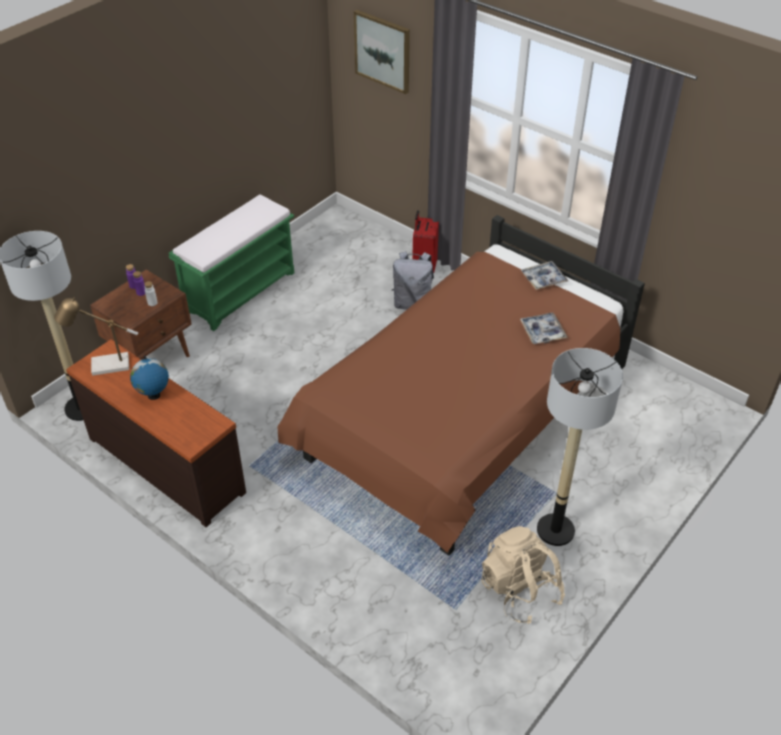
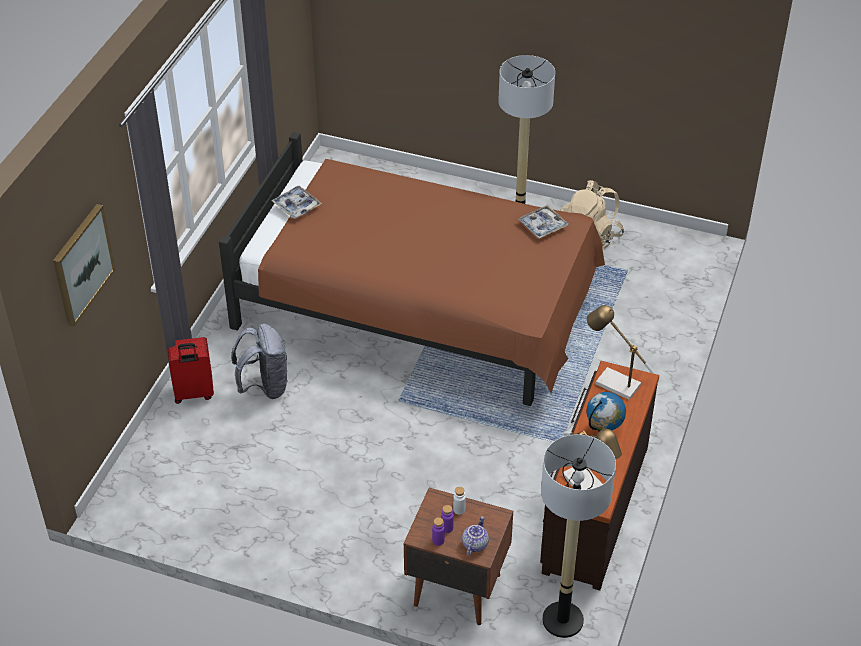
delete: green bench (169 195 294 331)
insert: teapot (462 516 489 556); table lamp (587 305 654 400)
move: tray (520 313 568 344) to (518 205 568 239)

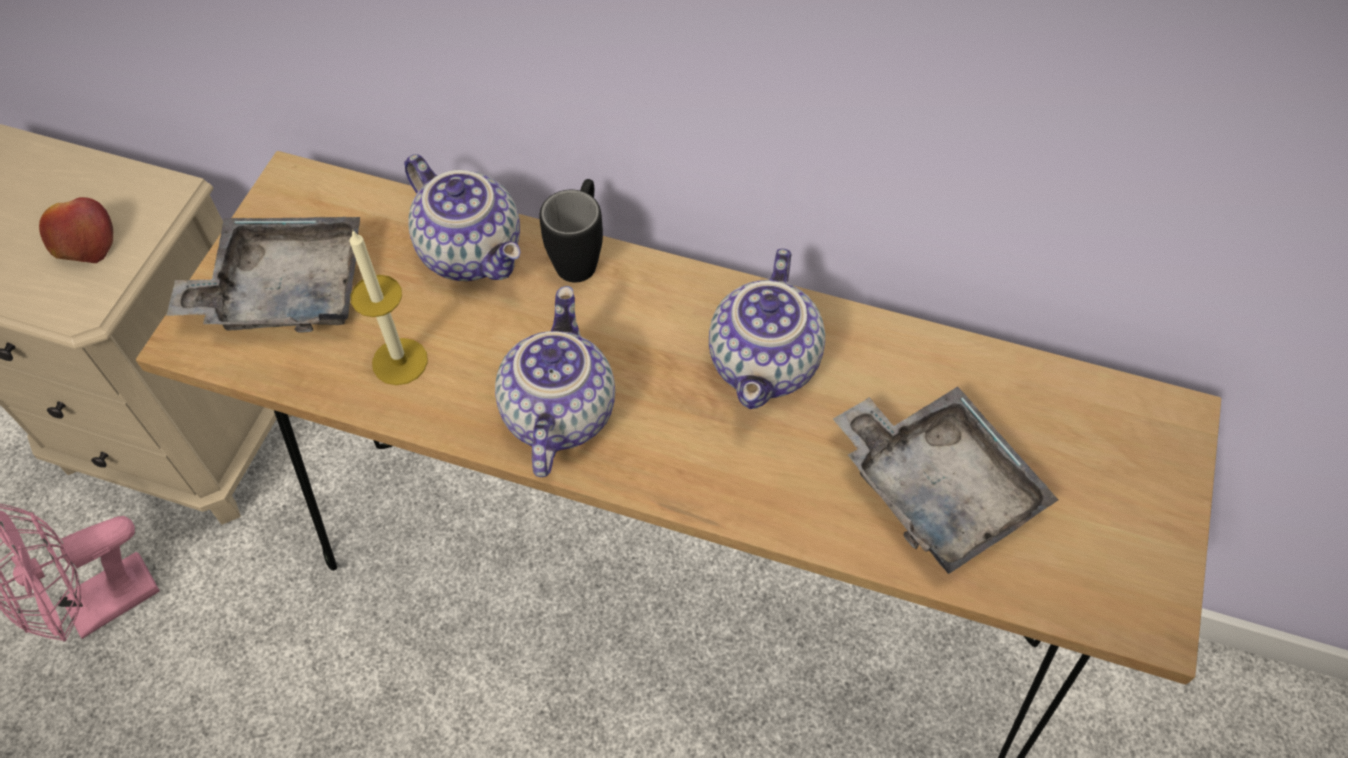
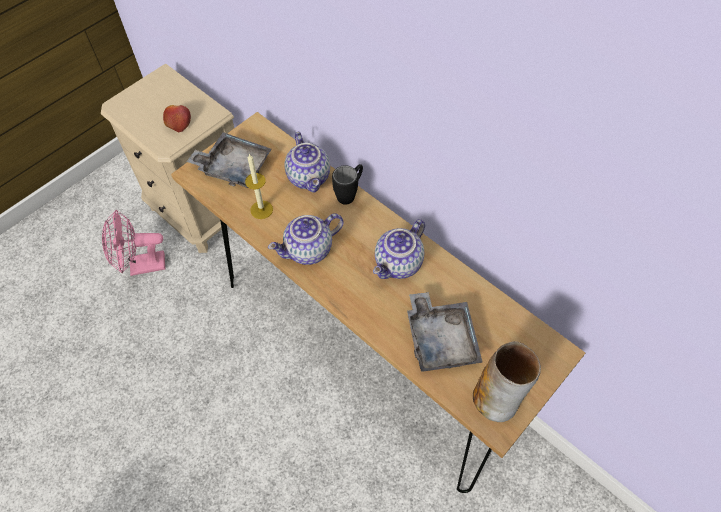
insert: vase (473 341 541 422)
rotate: teapot (495 286 615 477) = (268 213 344 265) 150 degrees counterclockwise

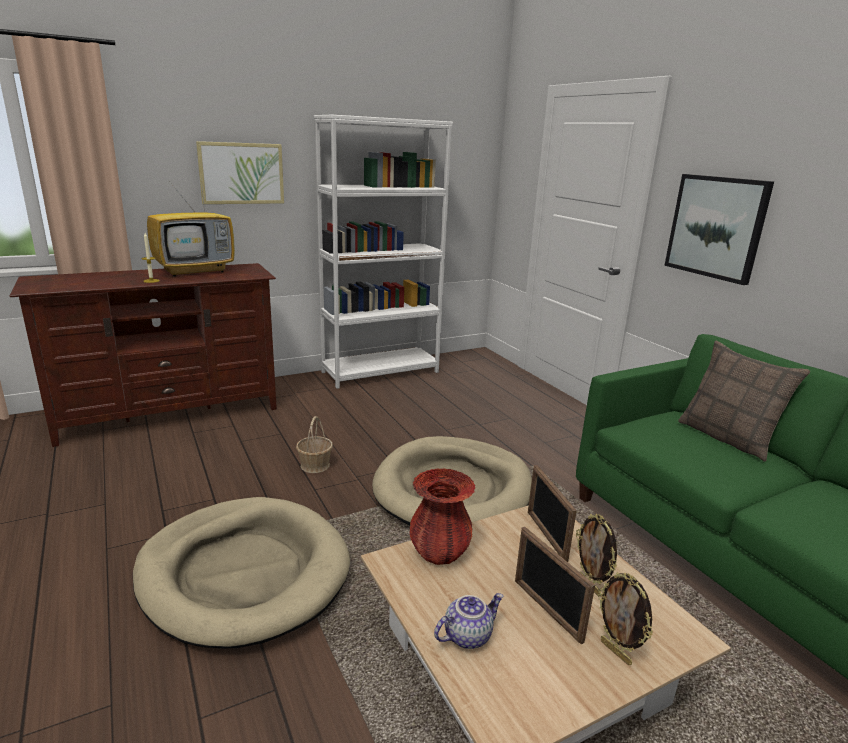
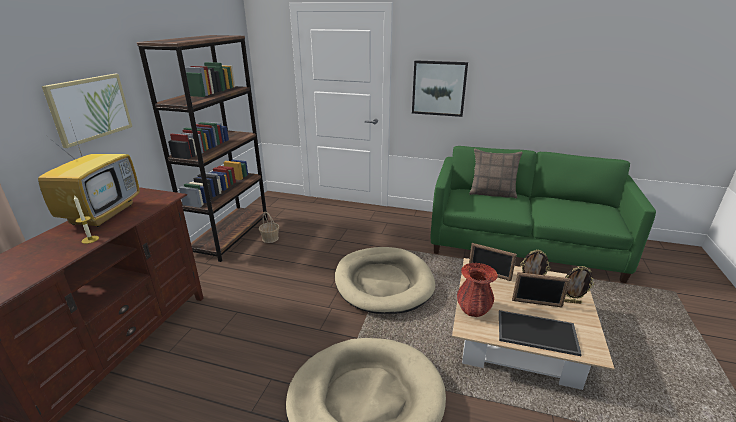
move: basket (296 416 333 473) to (259 212 279 243)
replace: teapot (434 593 504 649) to tray (499 310 582 356)
recolor: white bookcase (314 115 453 389) to brown bookcase (137 35 268 262)

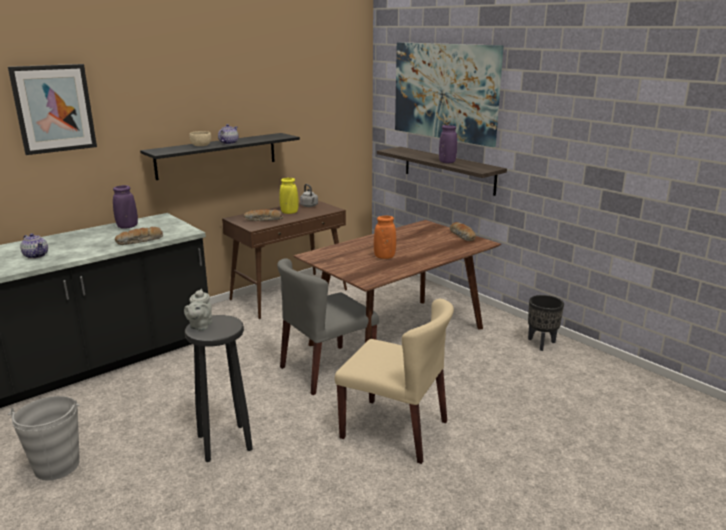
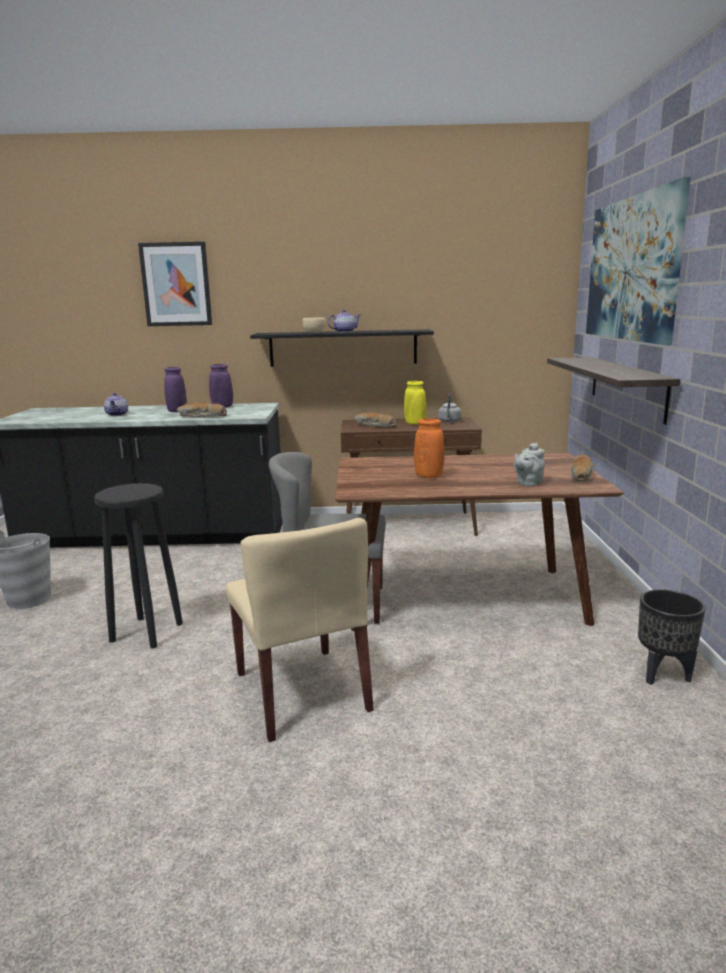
move: purple vase (439 125 457 163) to (164 367 187 412); grey teapot (184 289 212 331) to (514 443 545 487)

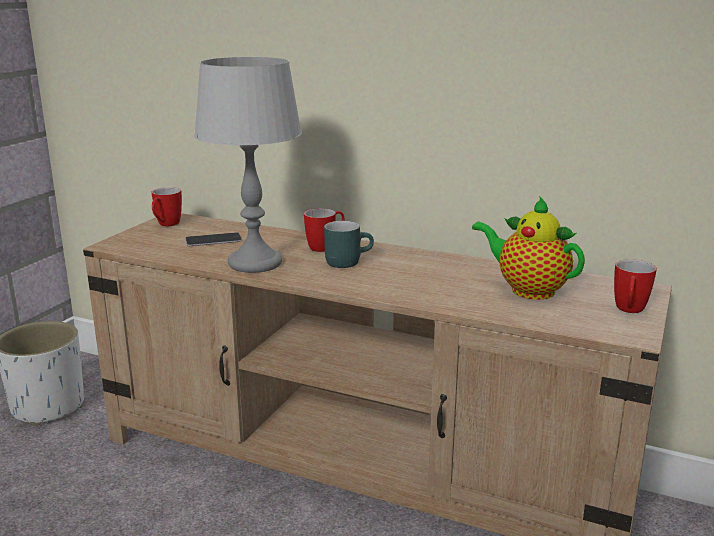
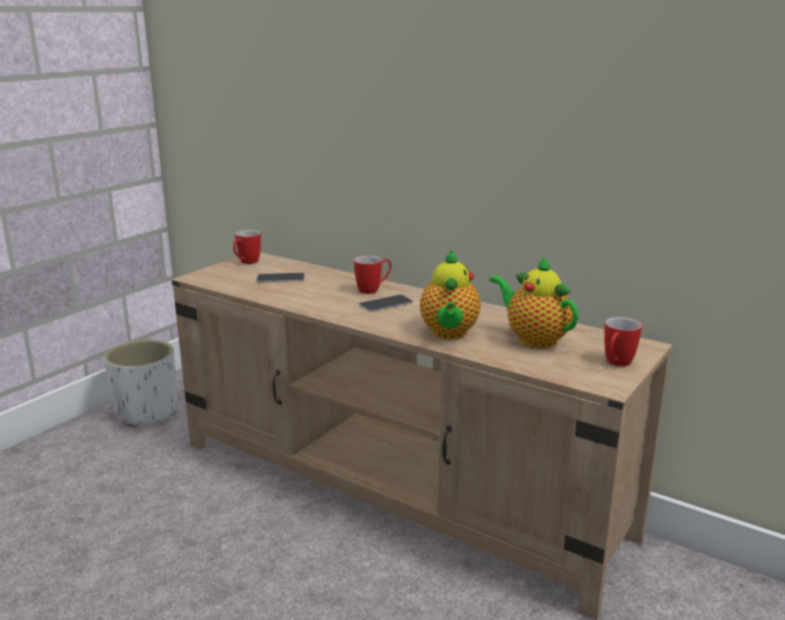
delete: grey table lamp (194 57 302 273)
insert: teapot (420 250 481 339)
replace: turquoise mug (324 221 374 268) to phone (359 294 414 312)

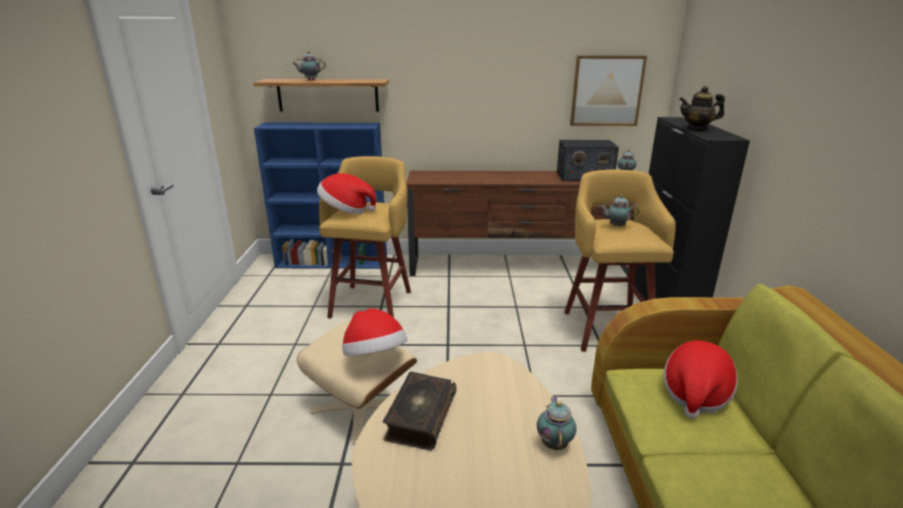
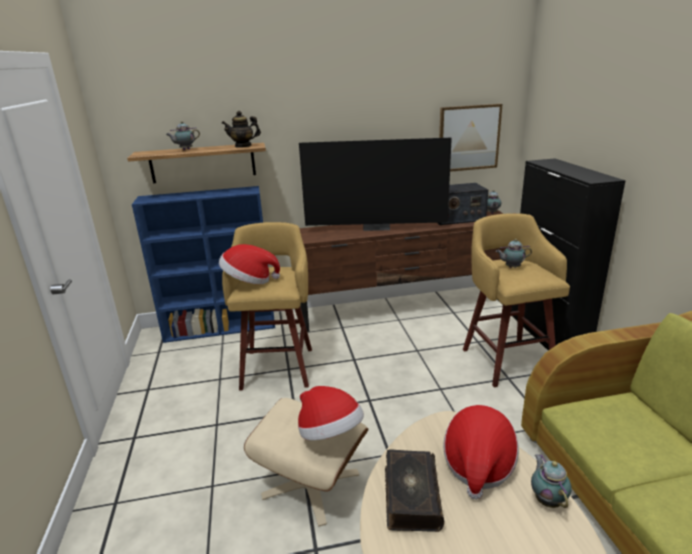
insert: television (299 138 452 231)
move: teapot (679 86 725 132) to (222 111 261 148); hat (664 340 738 419) to (443 405 519 500)

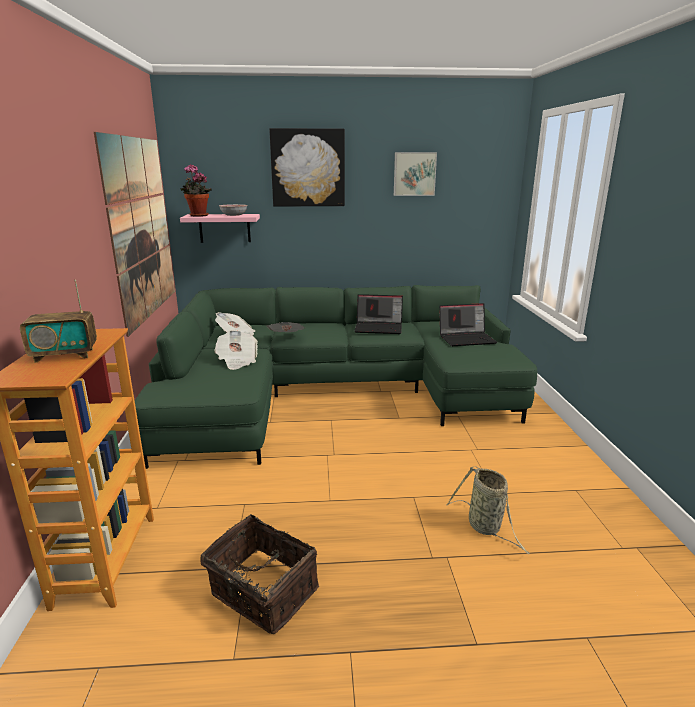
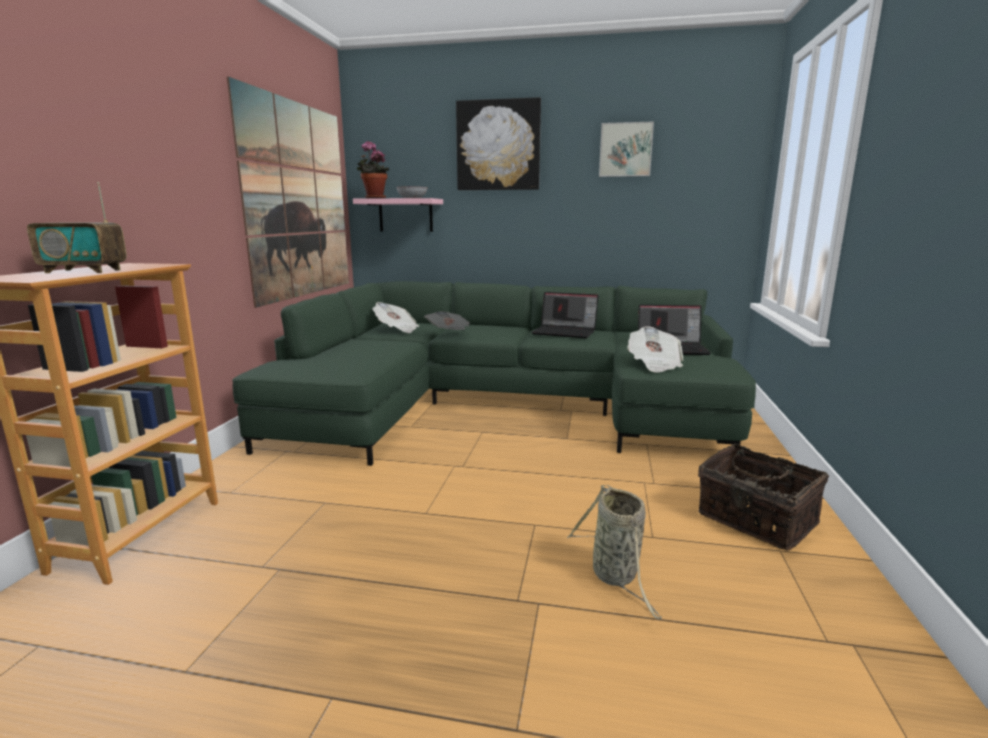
move: newspaper (214 330 258 370) to (627 326 683 373); basket (200 514 319 634) to (698 444 829 551)

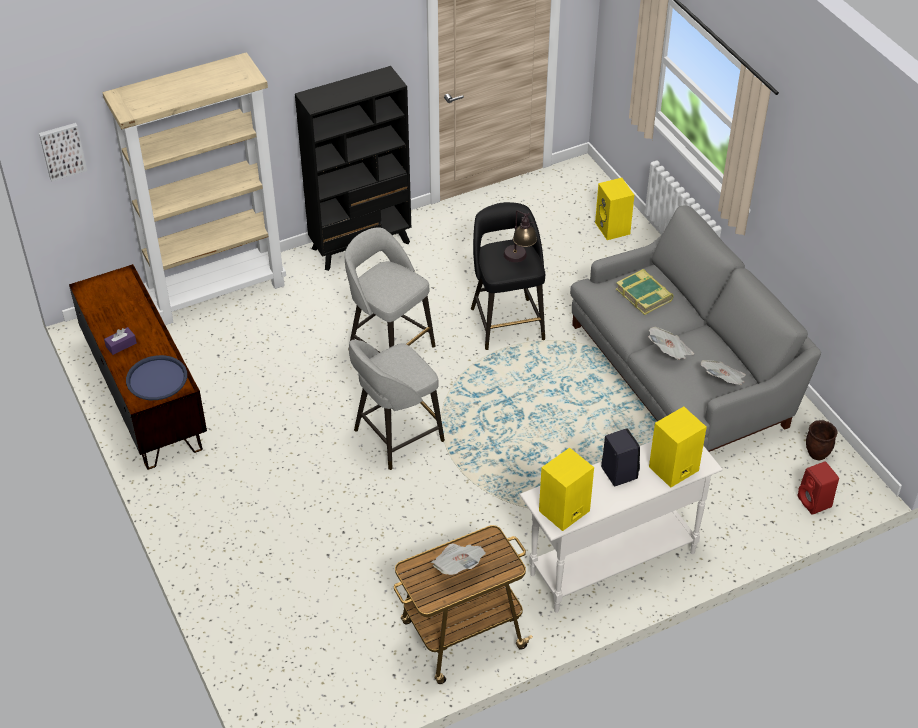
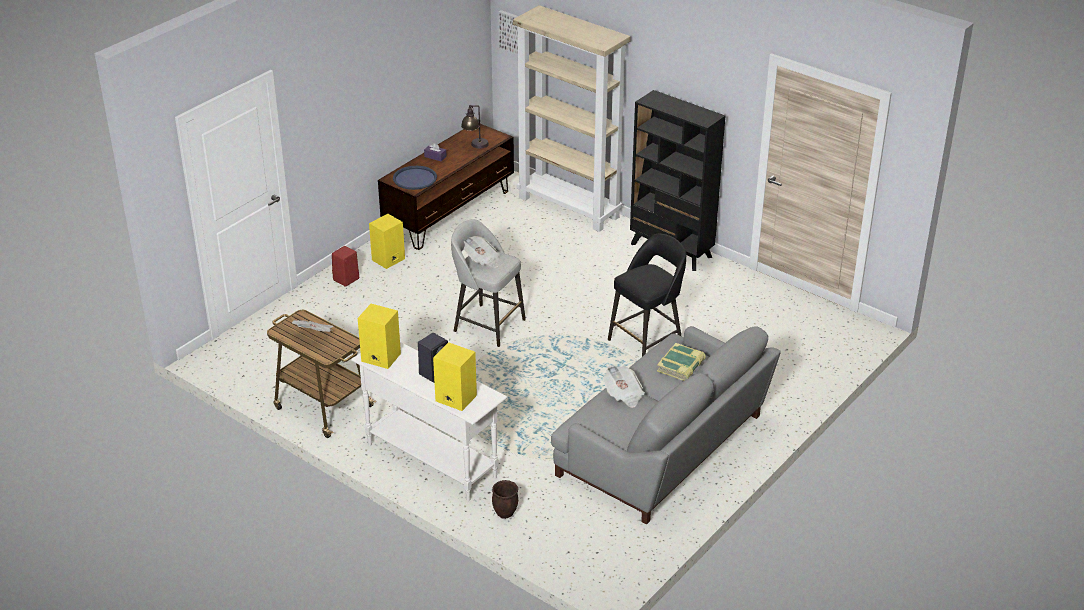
delete: grey stool (344 227 436 353)
move: red speaker (798 461 839 515) to (332 246 359 287); yellow speaker (595 178 634 240) to (369 214 405 269); table lamp (503 210 537 262) to (461 105 489 149); newspaper (701 360 746 385) to (464 236 500 268); brown planter (806 420 838 460) to (492 480 518 519)

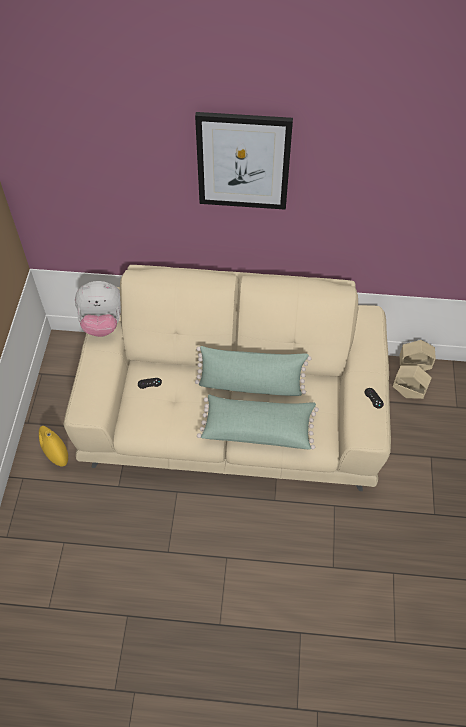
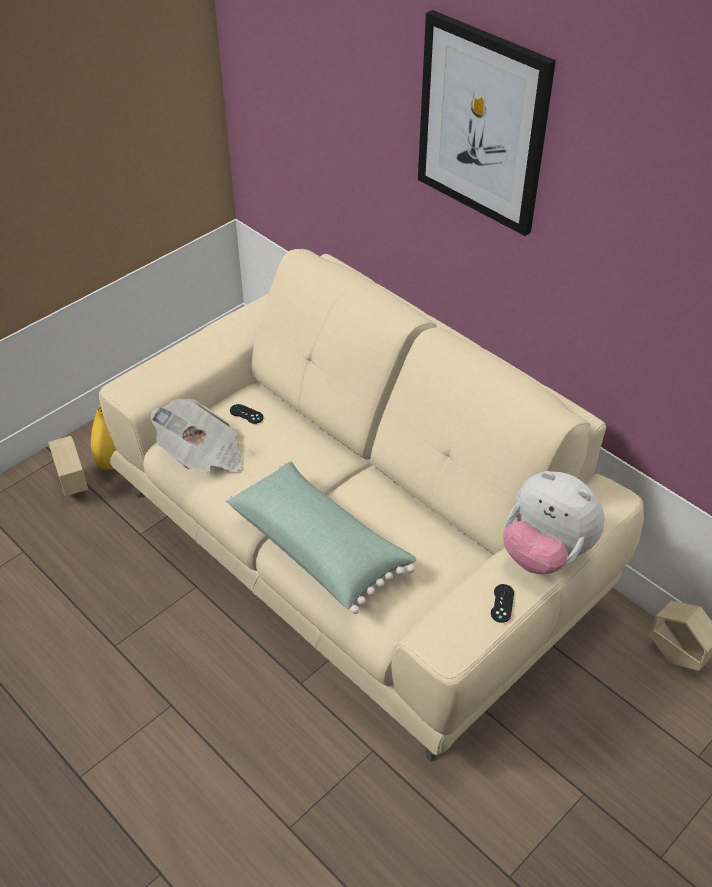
delete: green pillow (195 346 312 396)
insert: newspaper (150 398 242 472)
move: beige planter (393 366 432 399) to (48 436 88 496); plush toy (75 281 121 337) to (503 471 605 574)

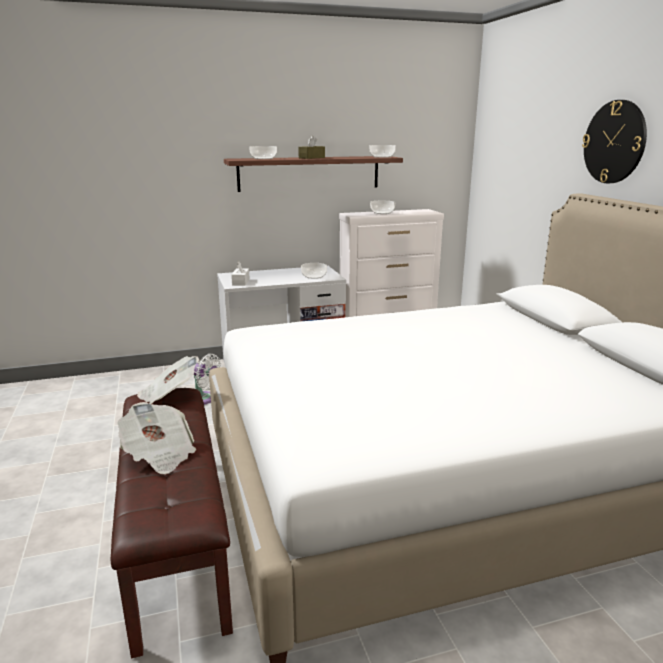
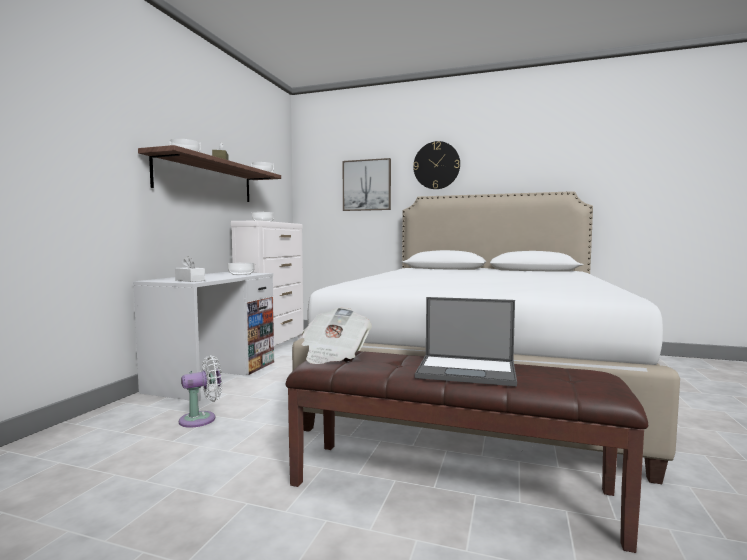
insert: picture (343 158 391 211)
replace: newspaper (117 402 196 474) to laptop (415 297 517 387)

